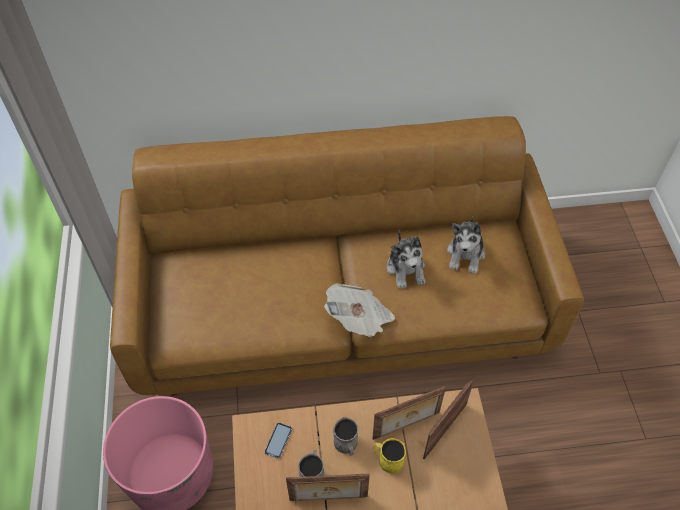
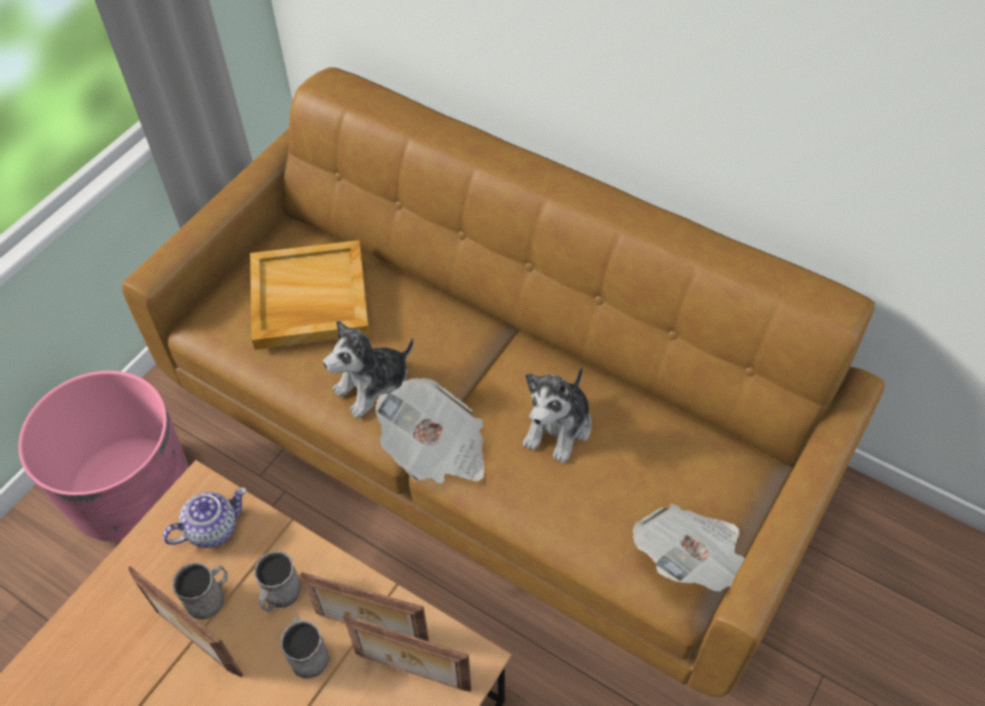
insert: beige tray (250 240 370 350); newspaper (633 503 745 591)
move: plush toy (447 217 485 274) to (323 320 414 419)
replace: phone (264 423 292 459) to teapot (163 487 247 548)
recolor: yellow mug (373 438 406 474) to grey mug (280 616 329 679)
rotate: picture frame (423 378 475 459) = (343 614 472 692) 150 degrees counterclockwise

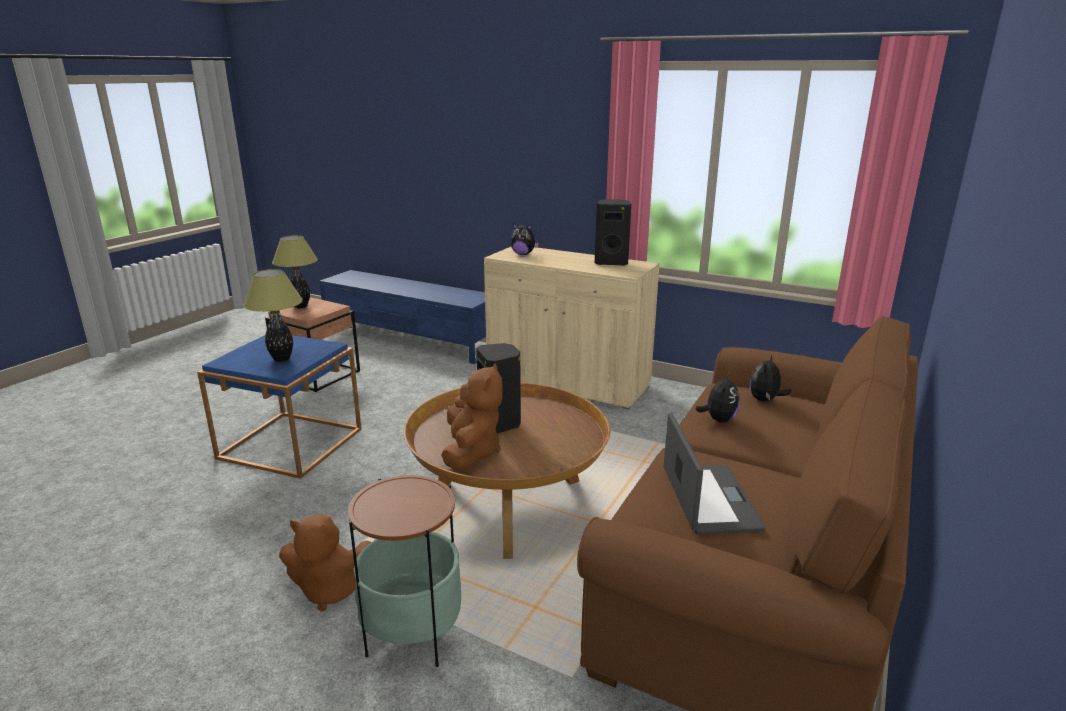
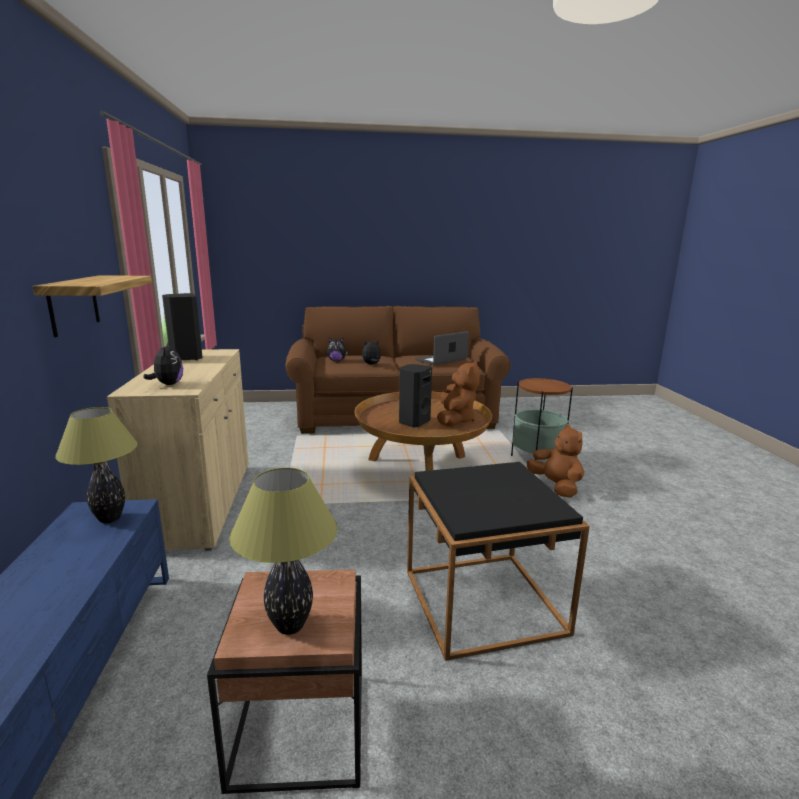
insert: shelf (33 275 152 337)
move: table lamp (243 269 303 362) to (55 407 138 523)
recolor: blue side table (197 335 362 479) to black side table (407 462 590 661)
rotate: brown plush toy (441 363 503 471) = (437 361 480 426) 135 degrees clockwise

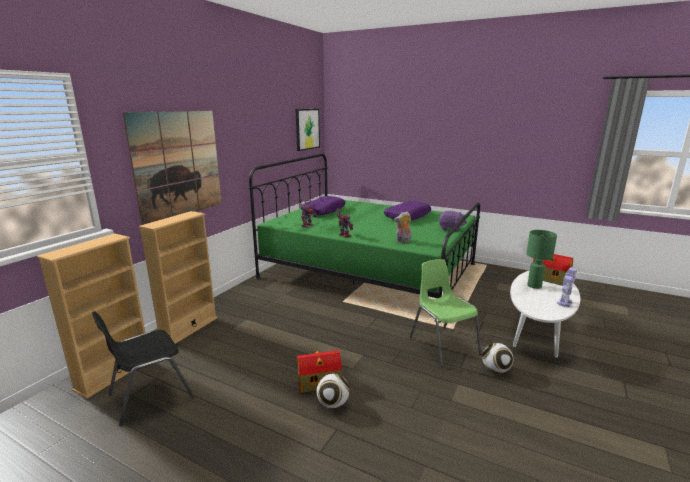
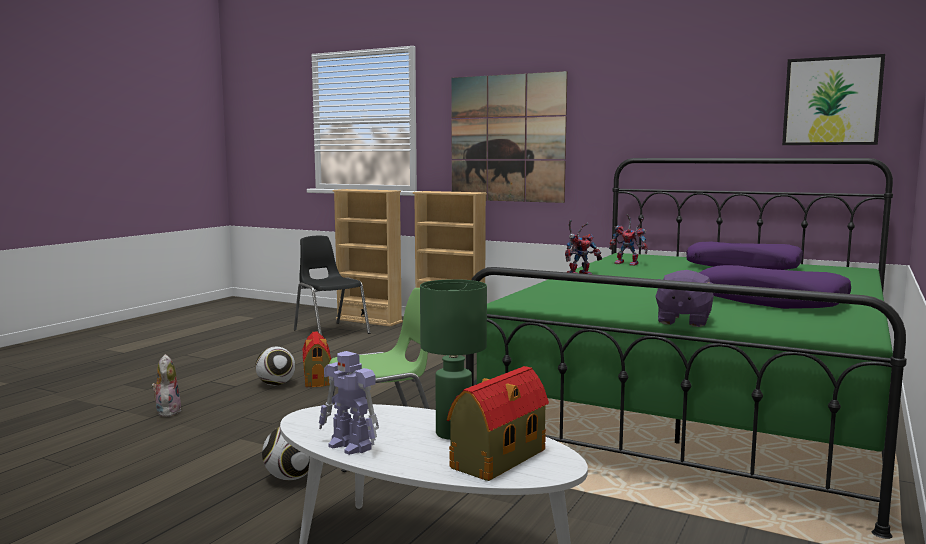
move: plush toy (394 212 411 242) to (151 354 181 417)

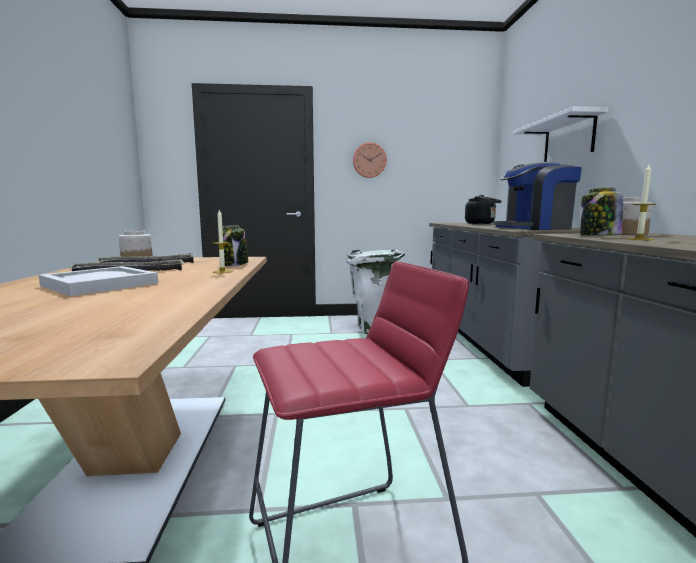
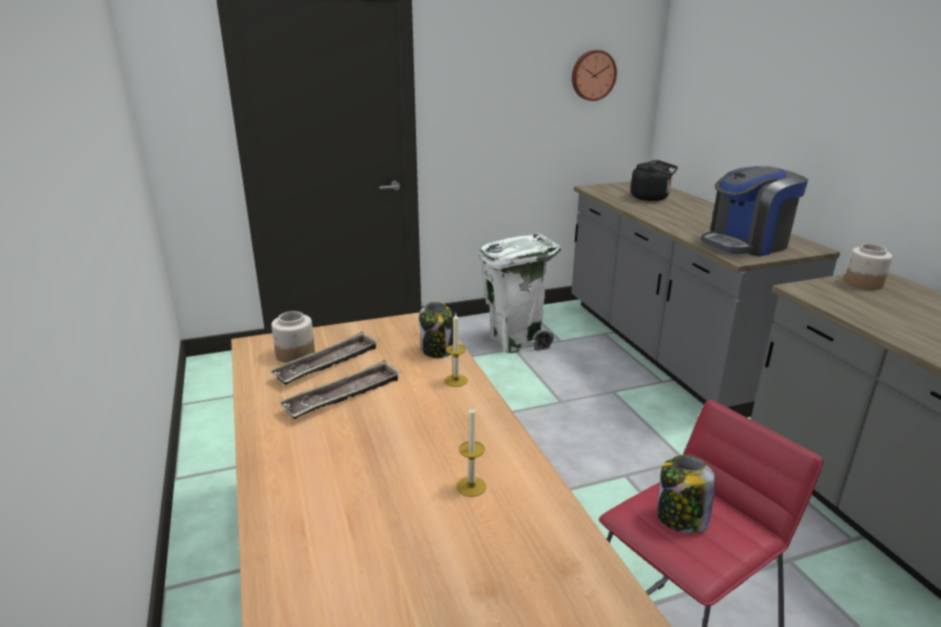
delete: white tray (39 266 159 296); white shelf (513 107 608 162)
move: candle (626 164 656 240) to (457 406 486 497); wall clock (353 142 387 178) to (572 50 617 101); jar (580 188 623 236) to (657 455 715 533)

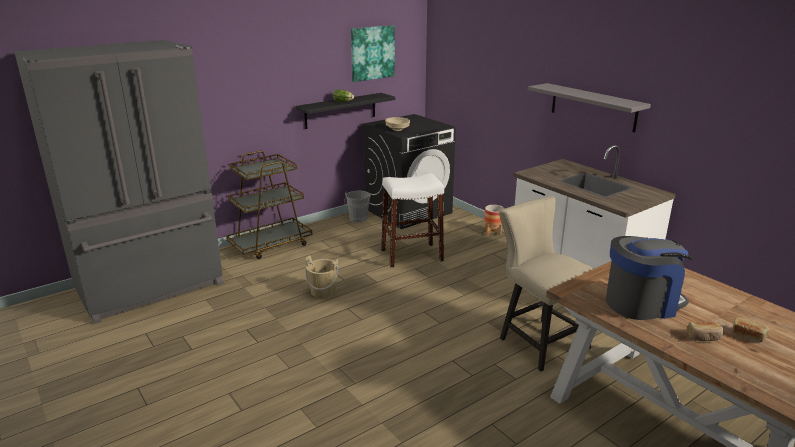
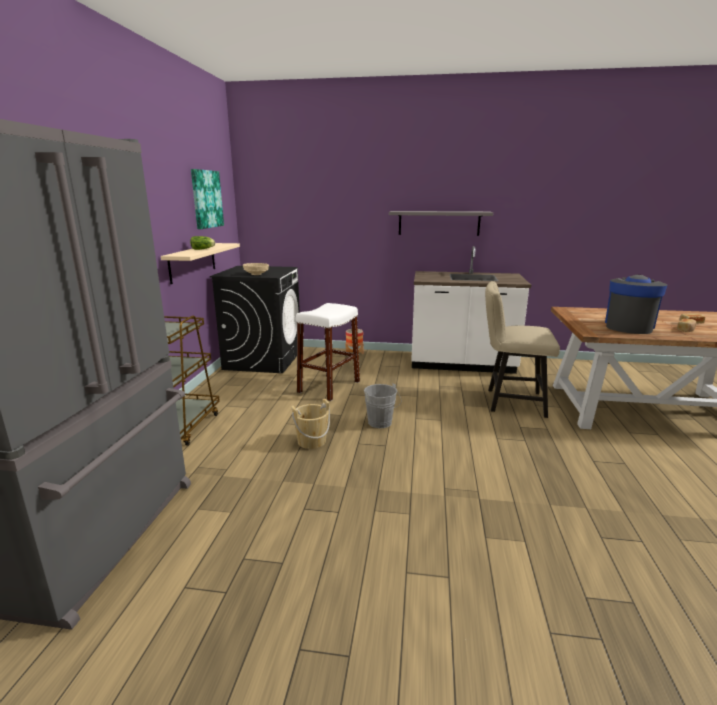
move: grey bucket (344 191 371 223) to (364 383 402 428)
recolor: black shelf (296 93 395 129) to beige shelf (161 243 240 284)

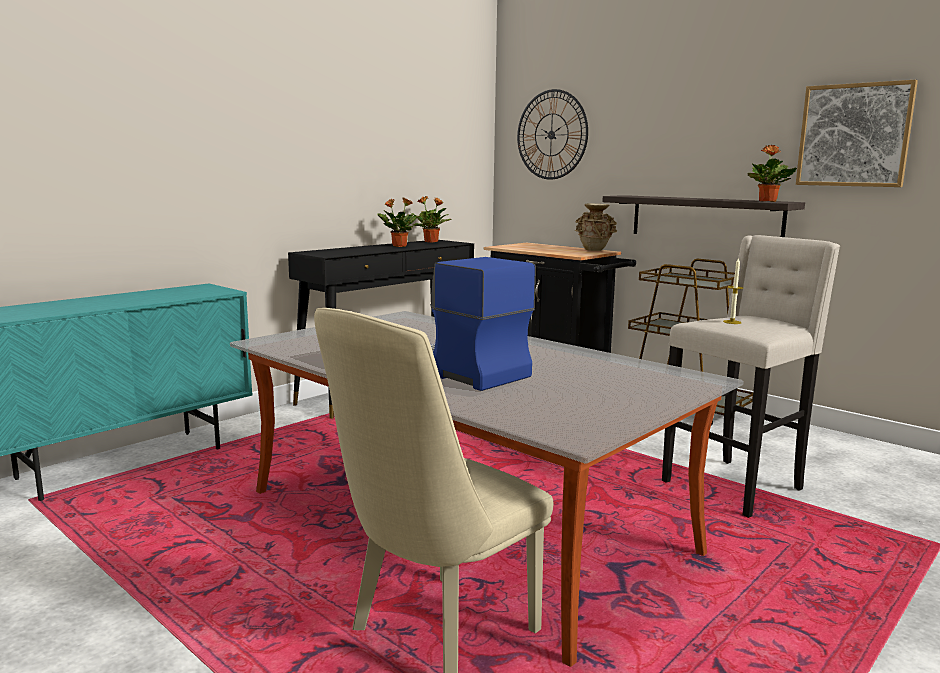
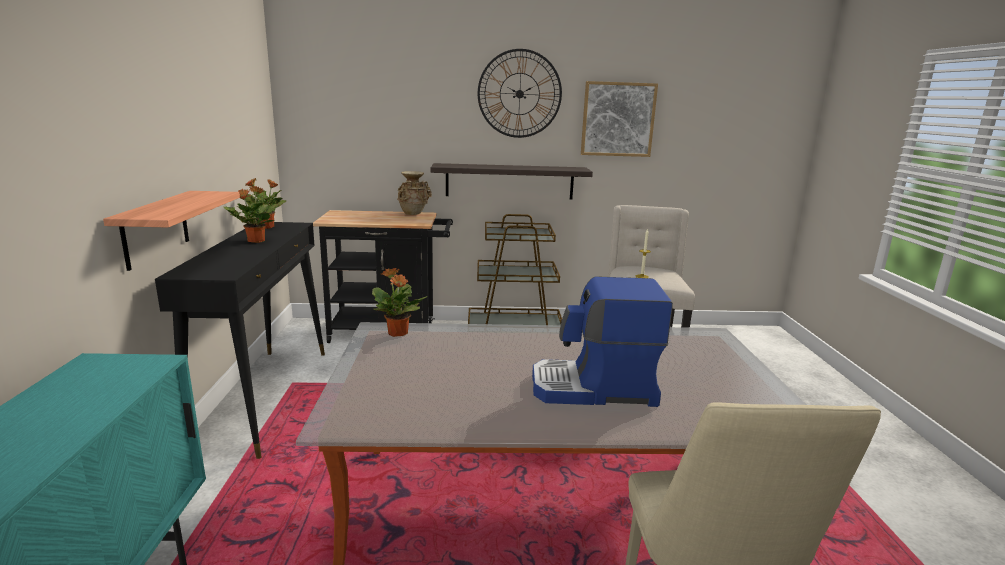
insert: shelf (103 191 240 271)
move: potted plant (747 145 797 202) to (372 268 427 337); wall clock (517 89 588 180) to (478 49 562 138)

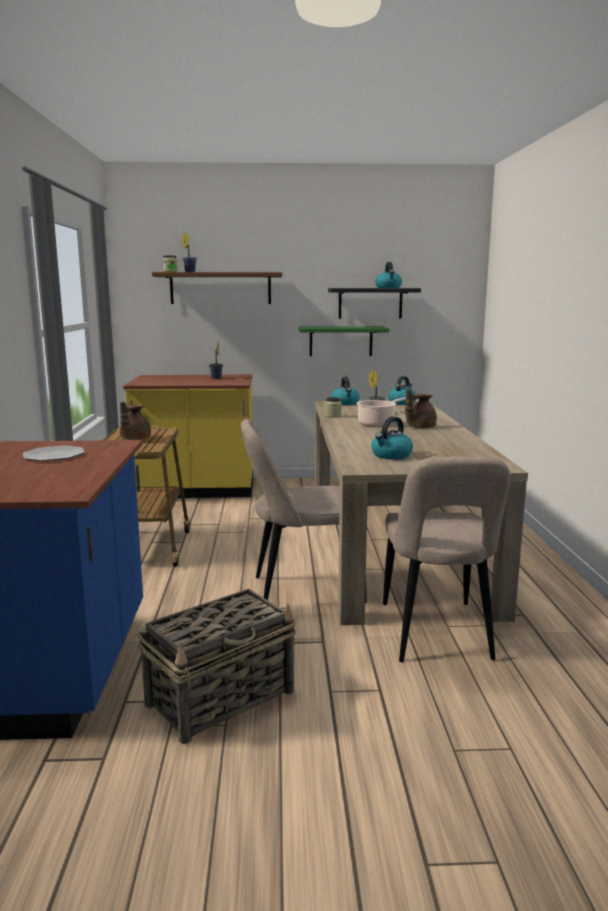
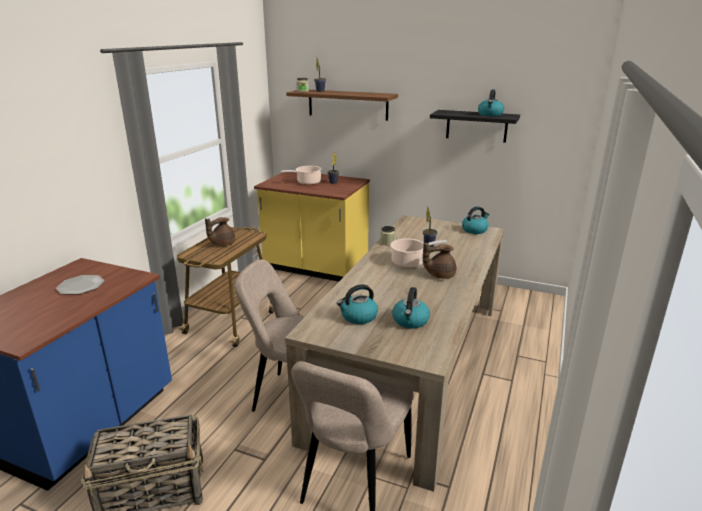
delete: green shelf (299 326 389 356)
insert: cooking pot (281 166 322 185)
move: kettle (331 377 359 405) to (392 287 430 329)

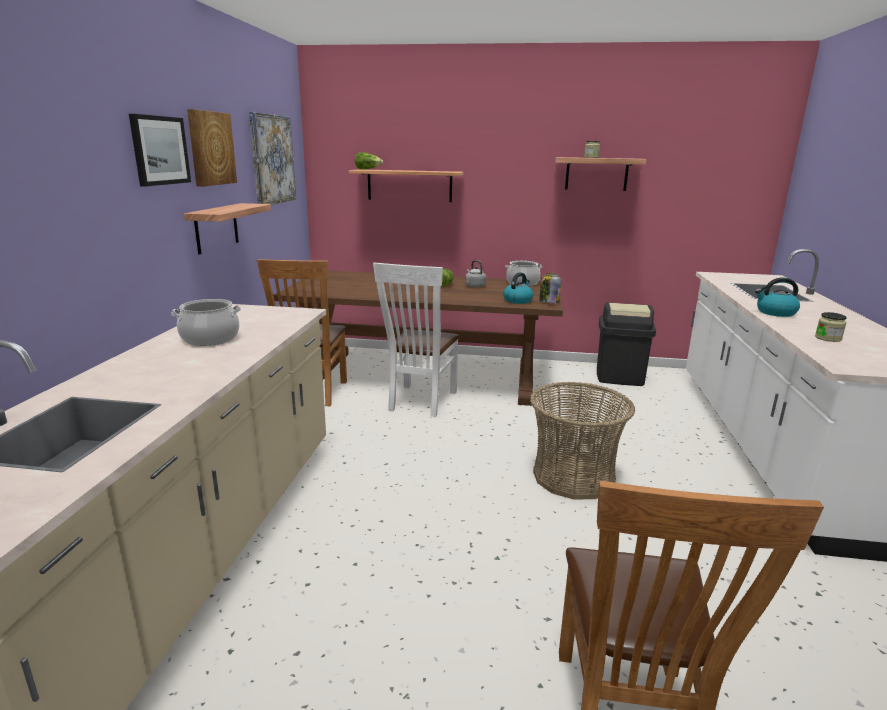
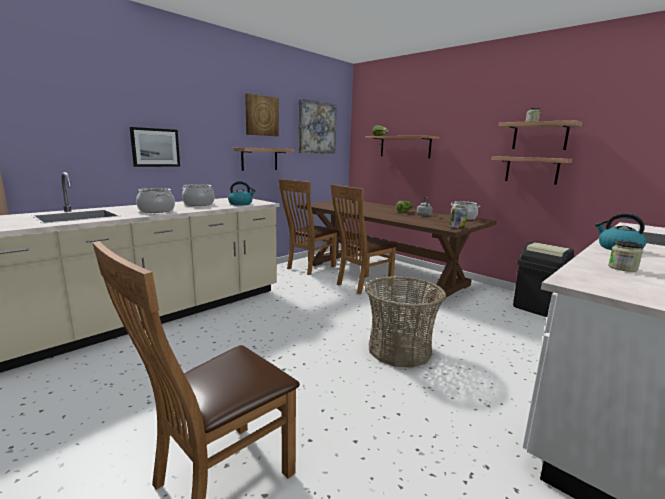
insert: cooking pot (136 188 175 213); shelf (491 156 572 185)
move: picture (129 114 191 187) to (130 127 180 167); kettle (503 272 533 304) to (228 181 256 205)
recolor: white chair (373 262 460 417) to brown chair (331 184 397 294)

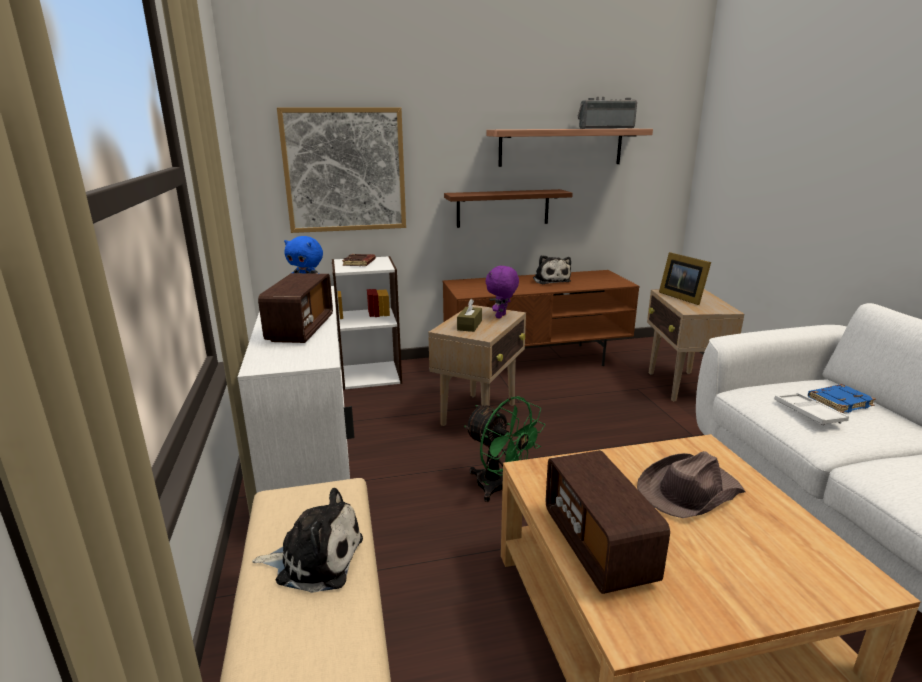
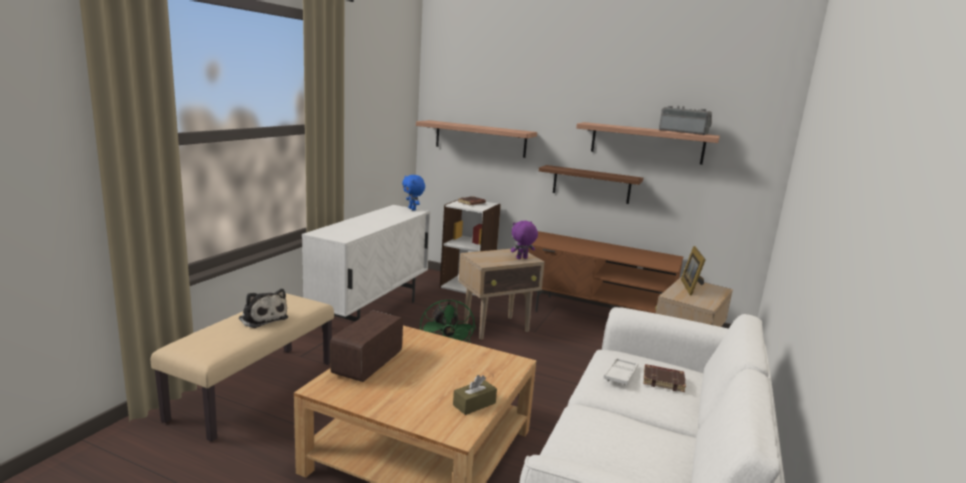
delete: radio (258 273 333 343); plush toy (533 255 571 284); brown hat (637 451 745 518)
move: brown tissue box (457 299 482 332) to (453 375 497 415)
replace: picture (277 107 406 233) to shelf (416 120 537 158)
recolor: blue book (808 384 876 413) to brown book (643 364 686 392)

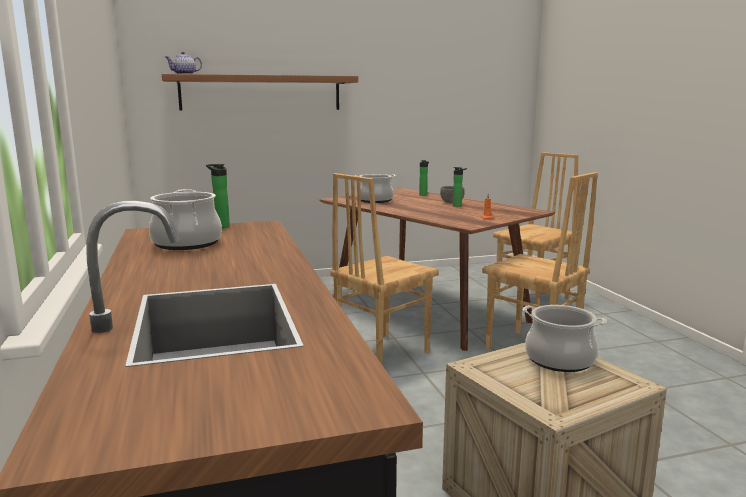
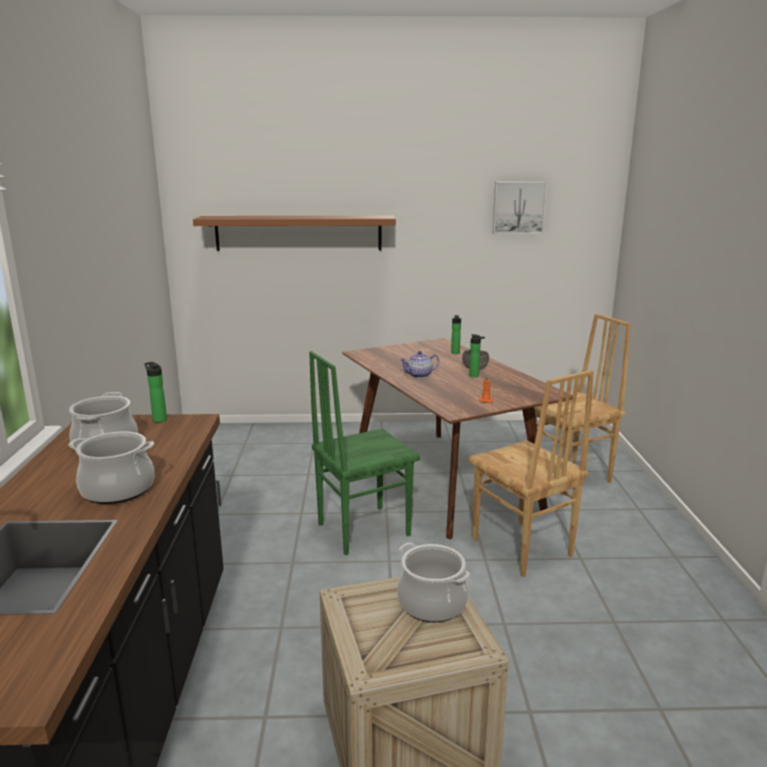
insert: picture (492 182 547 234)
move: cooking pot (355 174 396 203) to (69 431 155 504); teapot (166 52 202 74) to (399 351 439 378)
recolor: brown chair (330 173 439 364) to green chair (309 351 420 555)

